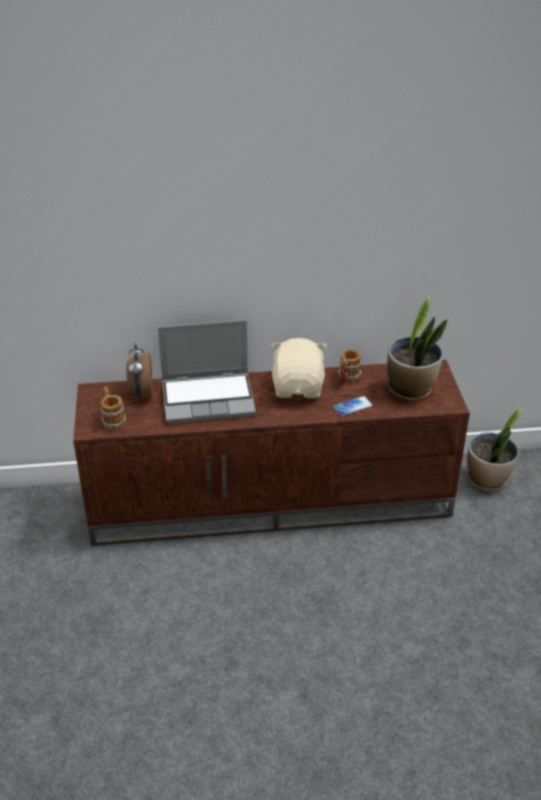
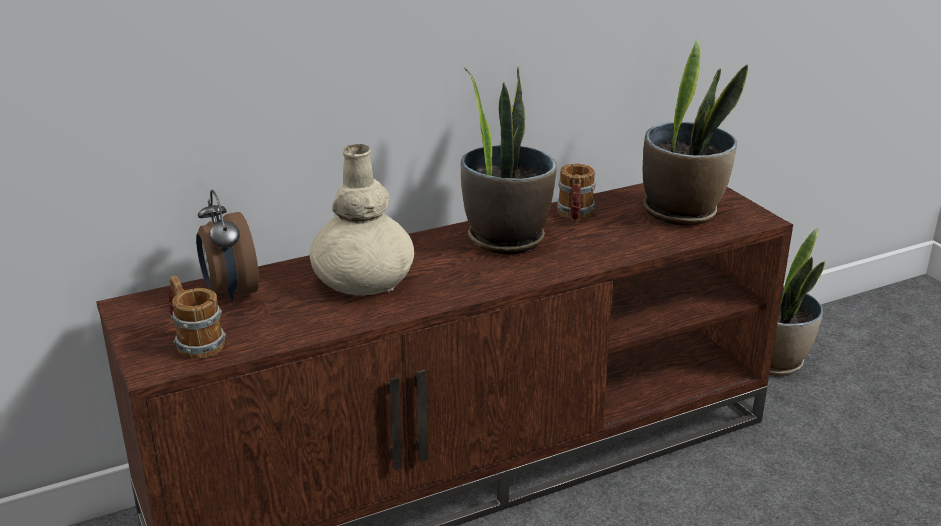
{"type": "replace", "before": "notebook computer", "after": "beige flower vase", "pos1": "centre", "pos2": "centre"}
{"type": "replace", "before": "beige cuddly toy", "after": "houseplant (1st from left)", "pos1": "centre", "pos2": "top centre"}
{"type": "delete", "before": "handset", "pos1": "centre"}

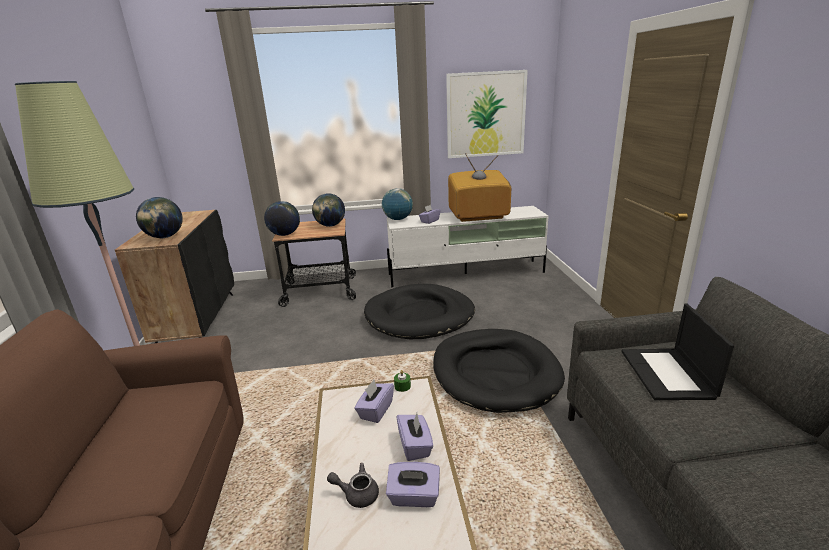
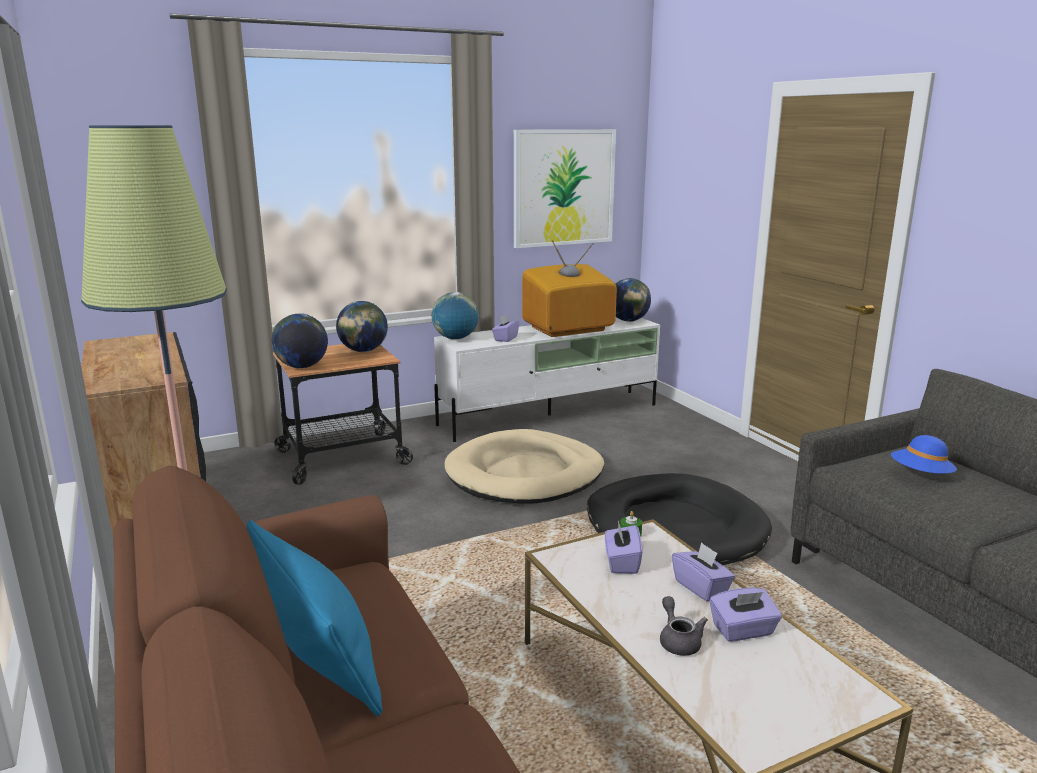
{"type": "insert", "after": "blue cushion", "pos2": "bottom left"}
{"type": "recolor", "before": "blackish pet bed (1st from left)", "after": "beige pet bed", "pos1": "centre", "pos2": "centre"}
{"type": "move", "before": "world globe (1st from left in the first image)", "after": "world globe (4th from left)", "pos1": "middle left", "pos2": "centre"}
{"type": "rotate", "before": "gray pot for tea", "pos1": "bottom centre", "pos2": "bottom centre", "turn": 90}
{"type": "replace", "before": "notebook computer", "after": "blue wearable hat", "pos1": "middle right", "pos2": "middle right"}

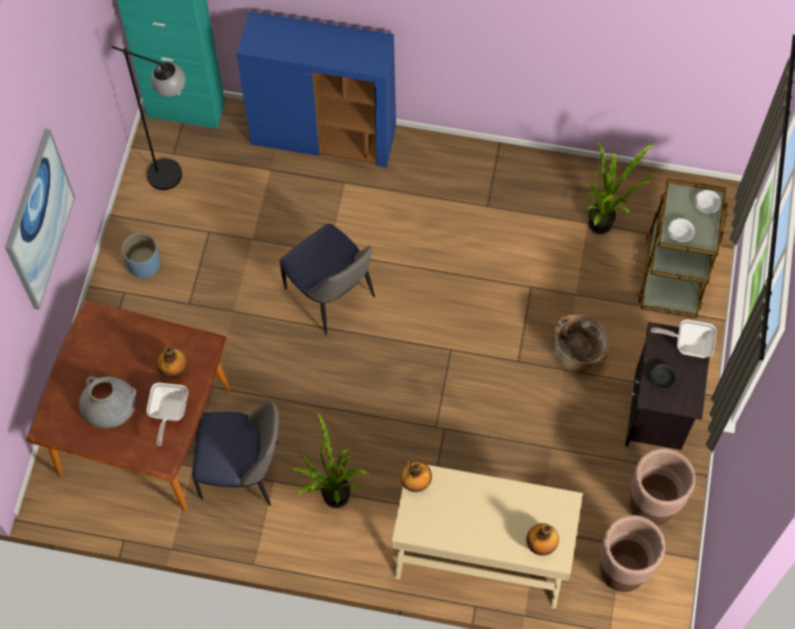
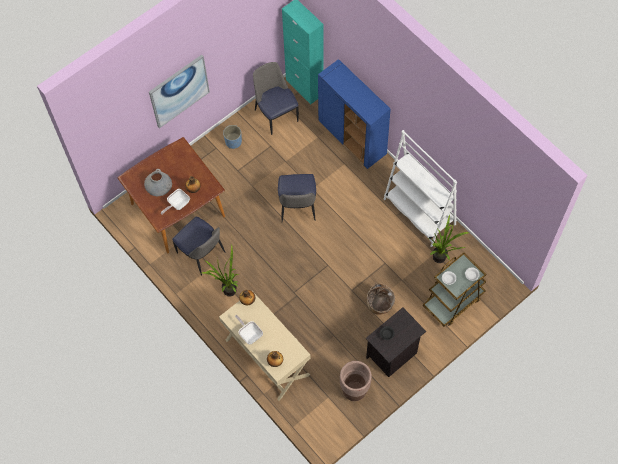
{"type": "move", "before": "pan (2nd from left)", "pos1": "middle right", "pos2": "bottom centre"}
{"type": "replace", "before": "blackish standard lamp", "after": "upright chair (2nd from left)", "pos1": "top left", "pos2": "top centre"}
{"type": "insert", "after": "white-coloured bookshelf", "pos2": "middle right"}
{"type": "delete", "before": "brown flower pot (1st from left)", "pos1": "bottom right"}

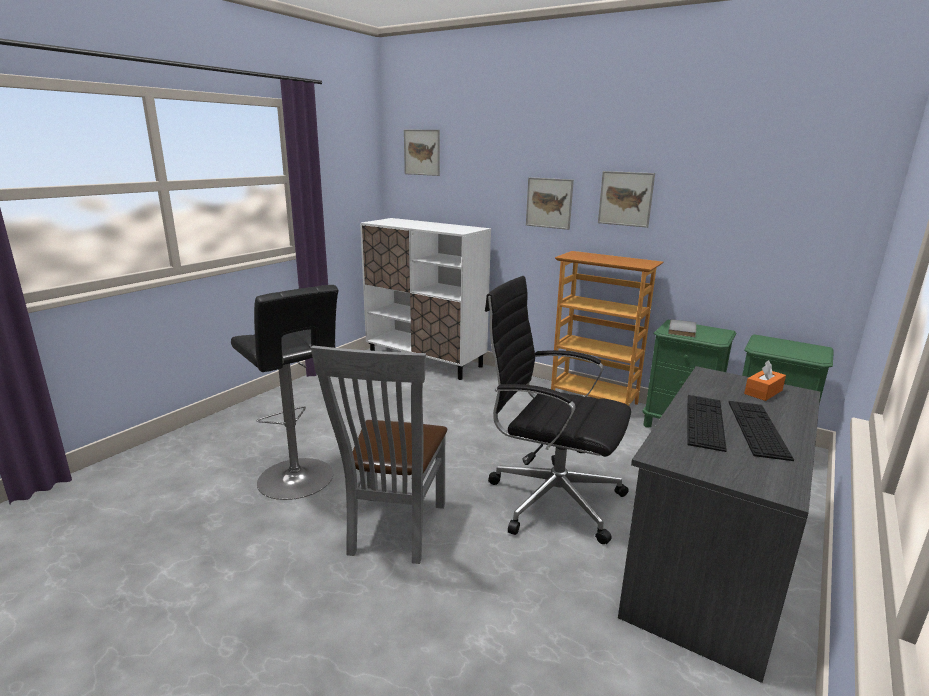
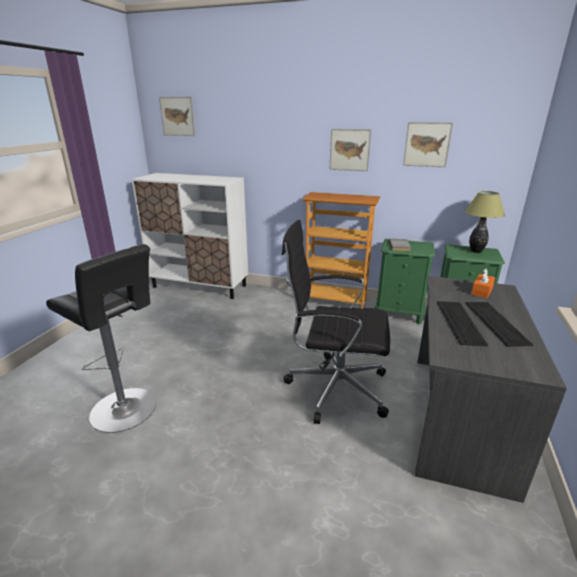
{"type": "move", "before": "wall art (2nd from left in the first image)", "after": "wall art (3rd from left)", "pos1": "top centre", "pos2": "top right"}
{"type": "insert", "after": "table lamp", "pos2": "middle right"}
{"type": "delete", "before": "gray upright chair", "pos1": "centre"}

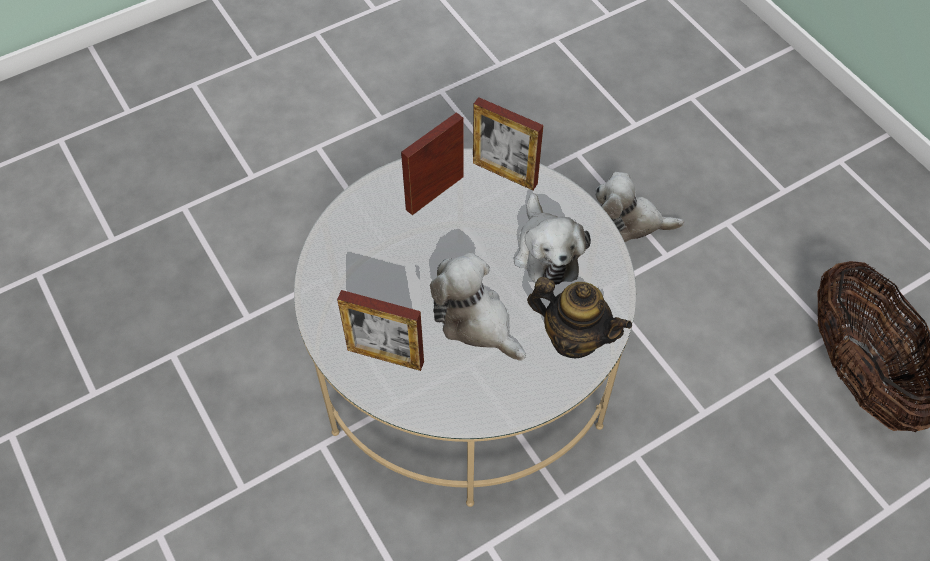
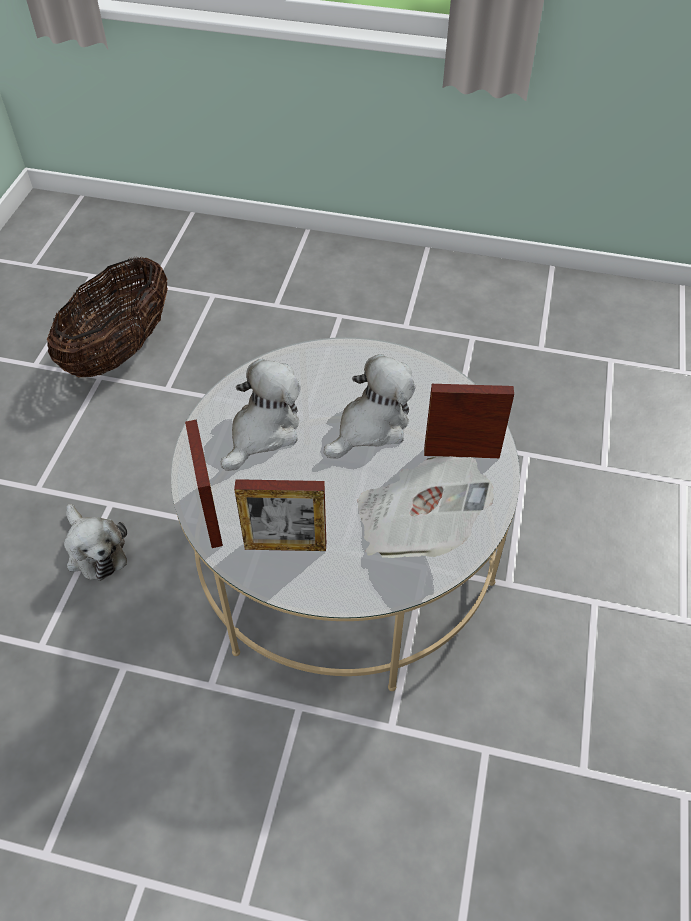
{"type": "rotate", "before": "cuddly toy (1st from left in the first image)", "pos1": "centre", "pos2": "centre", "turn": -135}
{"type": "insert", "after": "newspaper", "pos2": "centre"}
{"type": "rotate", "before": "picture frame (1st from left in the first image)", "pos1": "centre", "pos2": "middle right", "turn": -60}
{"type": "delete", "before": "pot for tea", "pos1": "centre"}

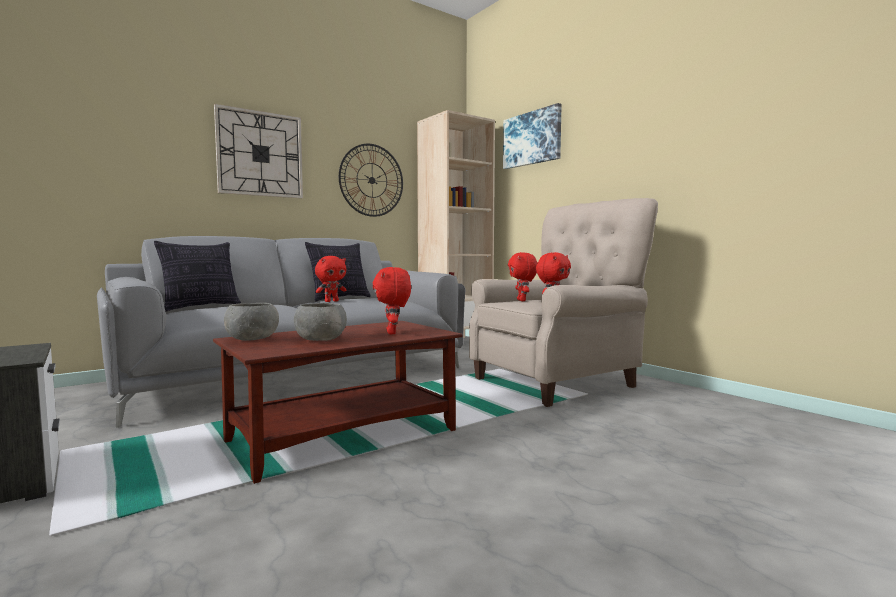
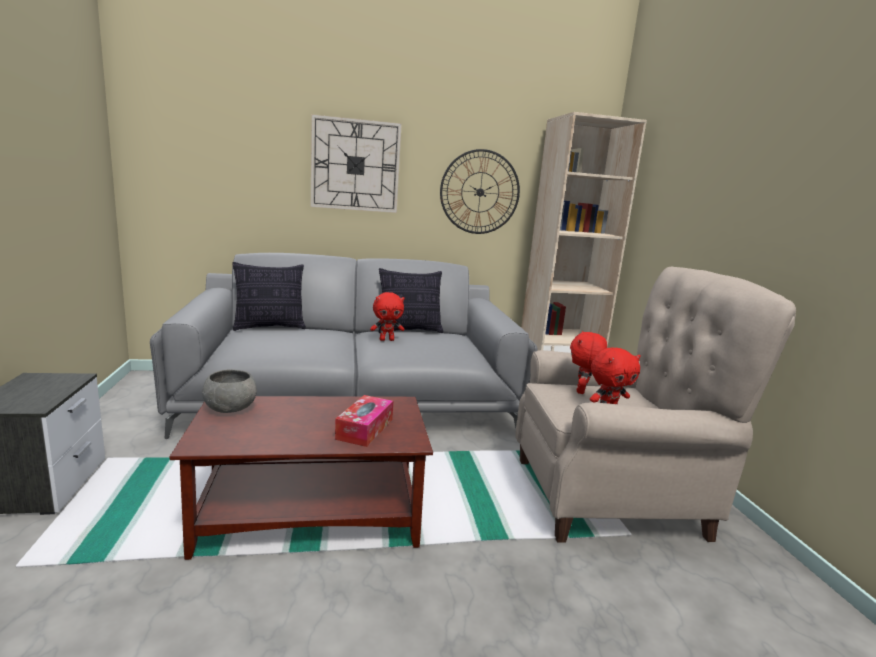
{"type": "replace", "before": "red cuddly toy (2nd from left)", "after": "tissue box", "pos1": "centre", "pos2": "centre"}
{"type": "delete", "before": "gray bowl (2nd from left)", "pos1": "centre"}
{"type": "delete", "before": "wall art", "pos1": "top centre"}

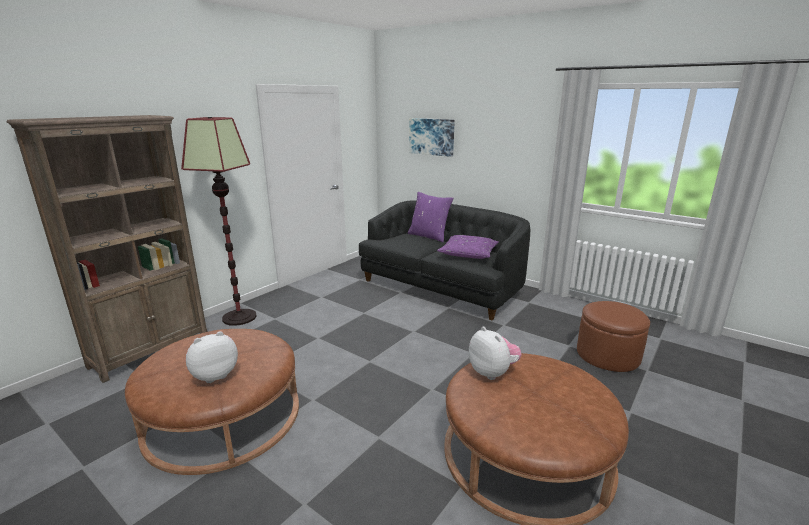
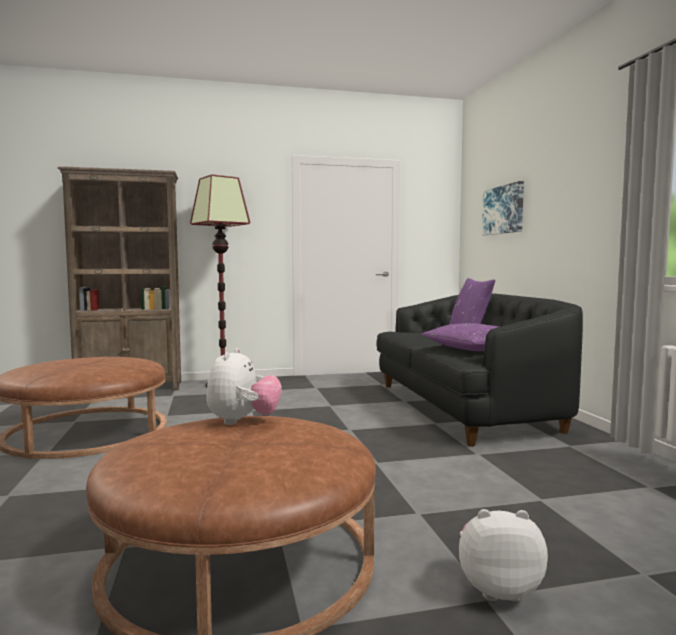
{"type": "move", "before": "cuddly toy (1st from left in the first image)", "after": "cuddly toy (2nd from left)", "pos1": "bottom left", "pos2": "bottom right"}
{"type": "delete", "before": "brown ottoman (3rd from left)", "pos1": "middle right"}

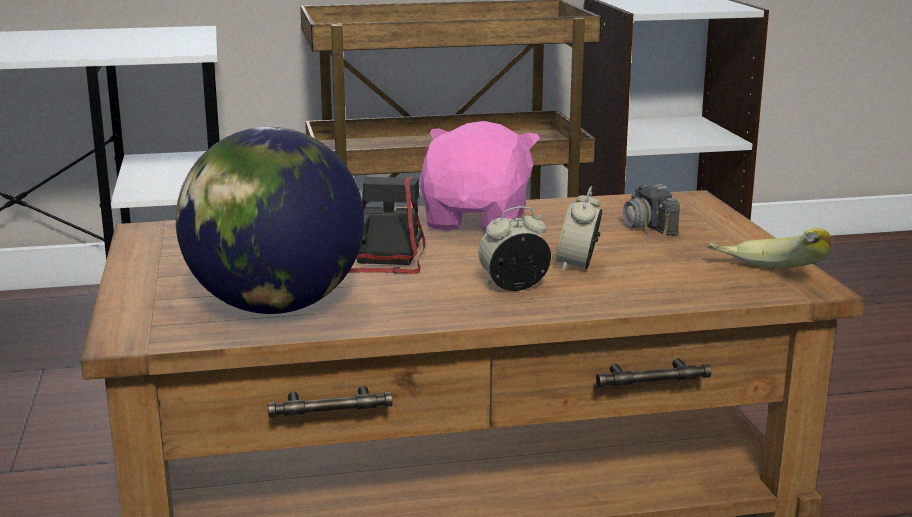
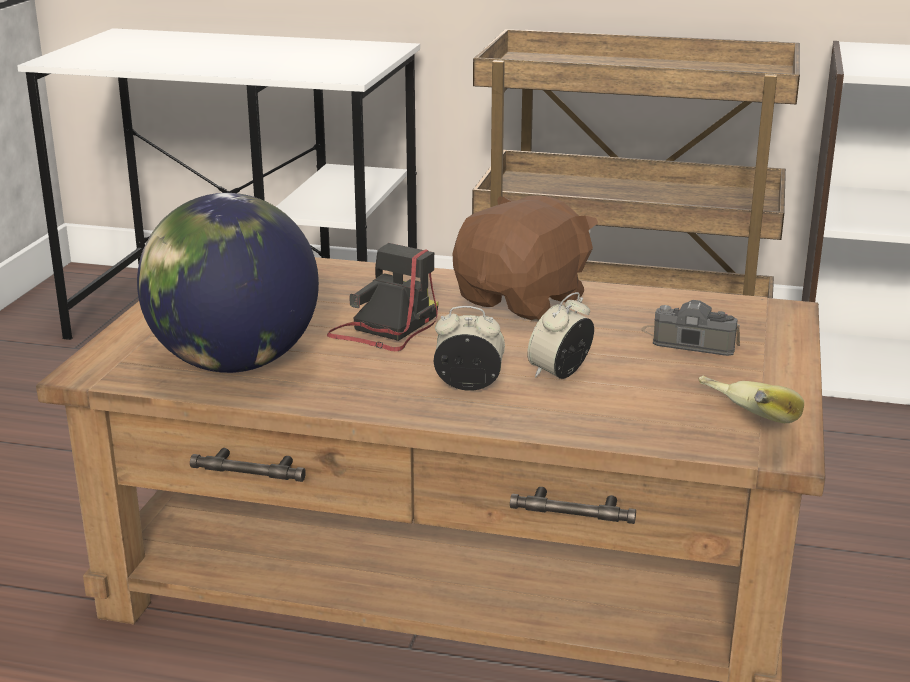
{"type": "recolor", "before": "pinkish cuddly toy", "after": "brown cuddly toy", "pos1": "centre", "pos2": "centre"}
{"type": "rotate", "before": "still camera (2nd from left)", "pos1": "middle right", "pos2": "middle right", "turn": 105}

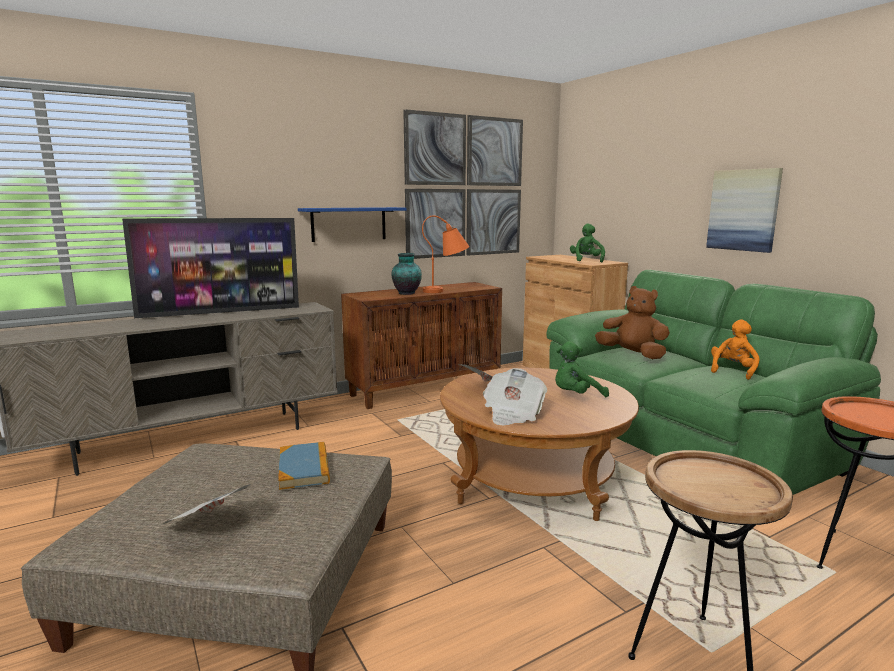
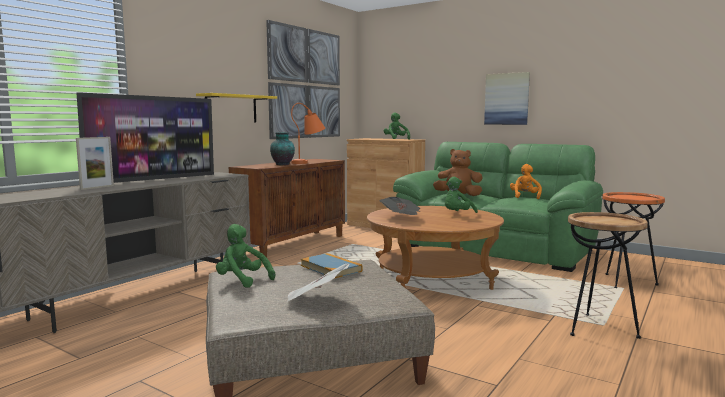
{"type": "insert", "after": "picture frame", "pos2": "middle left"}
{"type": "recolor", "before": "blue bracket shelf", "after": "yellow-coloured bracket shelf", "pos1": "centre", "pos2": "top left"}
{"type": "insert", "after": "greenish cuddly toy (1st from left)", "pos2": "centre"}
{"type": "delete", "before": "newspaper (3rd from left)", "pos1": "centre"}

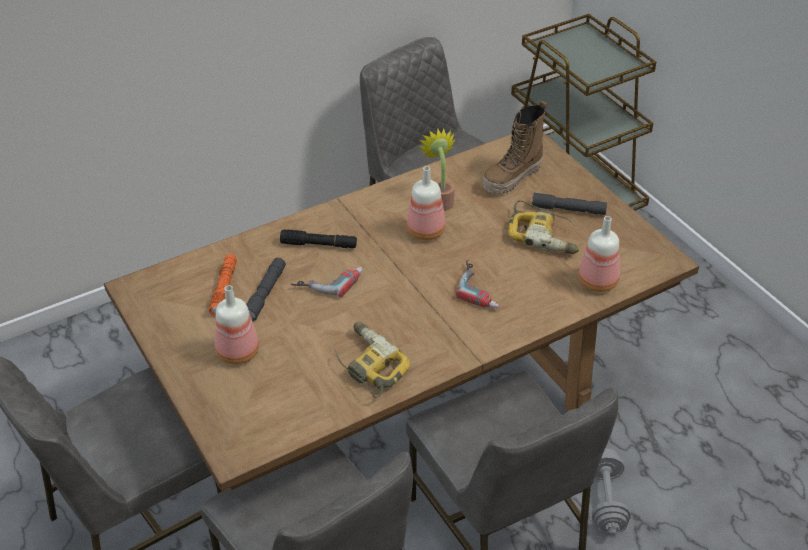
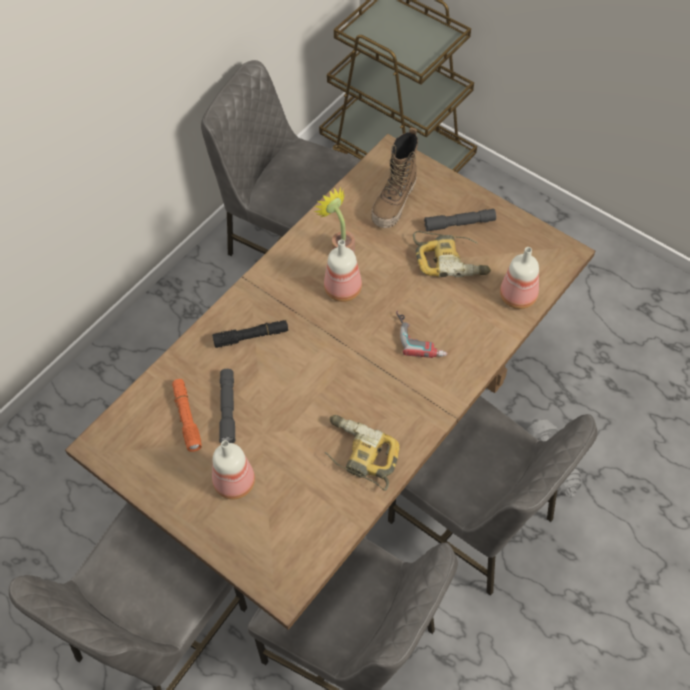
{"type": "delete", "before": "drill (1st from left)", "pos1": "centre"}

